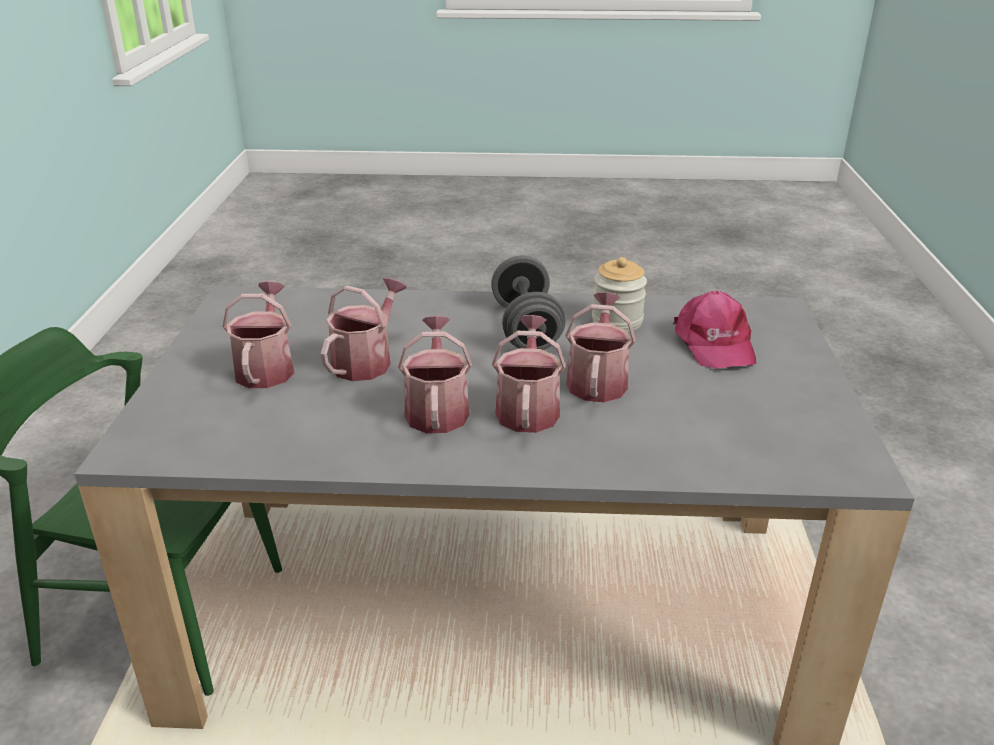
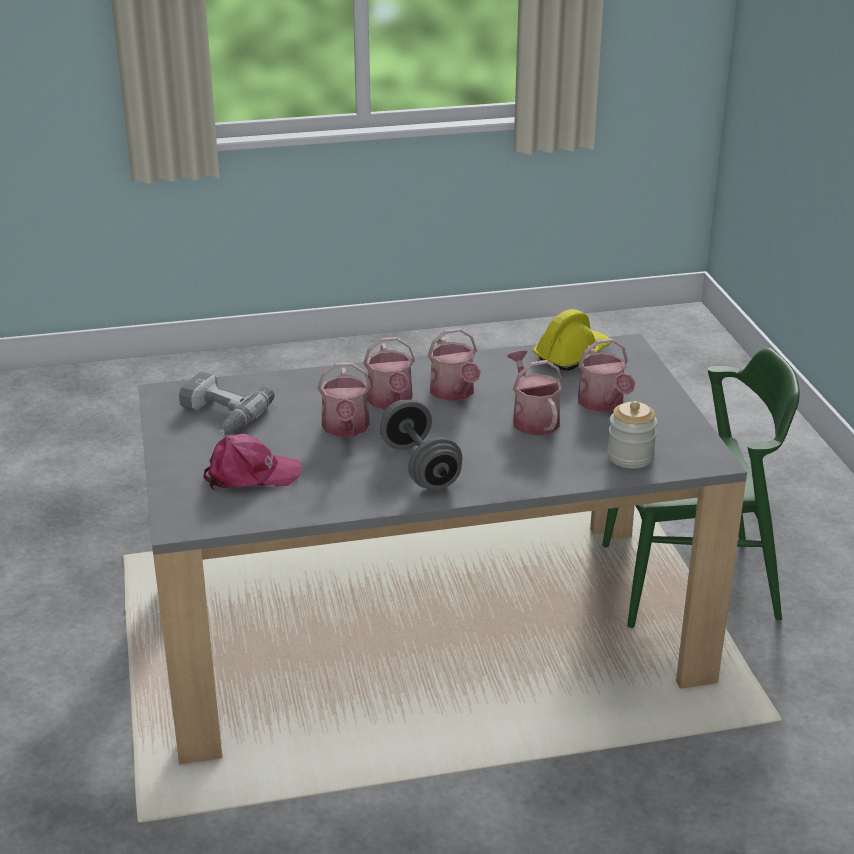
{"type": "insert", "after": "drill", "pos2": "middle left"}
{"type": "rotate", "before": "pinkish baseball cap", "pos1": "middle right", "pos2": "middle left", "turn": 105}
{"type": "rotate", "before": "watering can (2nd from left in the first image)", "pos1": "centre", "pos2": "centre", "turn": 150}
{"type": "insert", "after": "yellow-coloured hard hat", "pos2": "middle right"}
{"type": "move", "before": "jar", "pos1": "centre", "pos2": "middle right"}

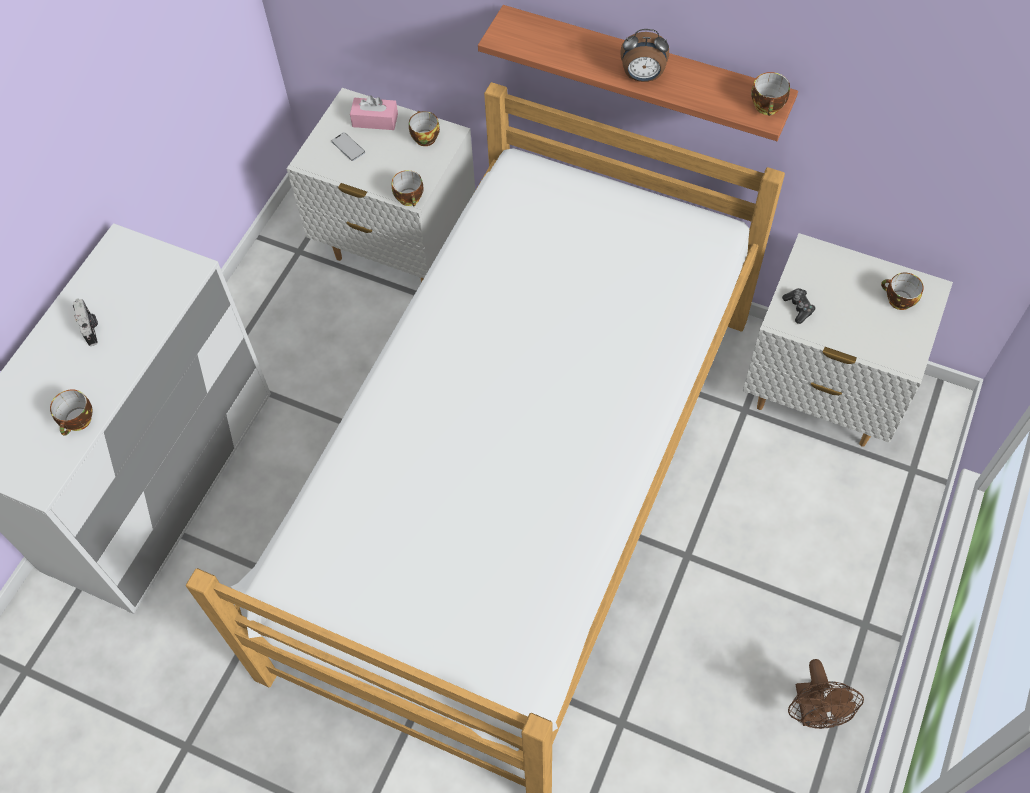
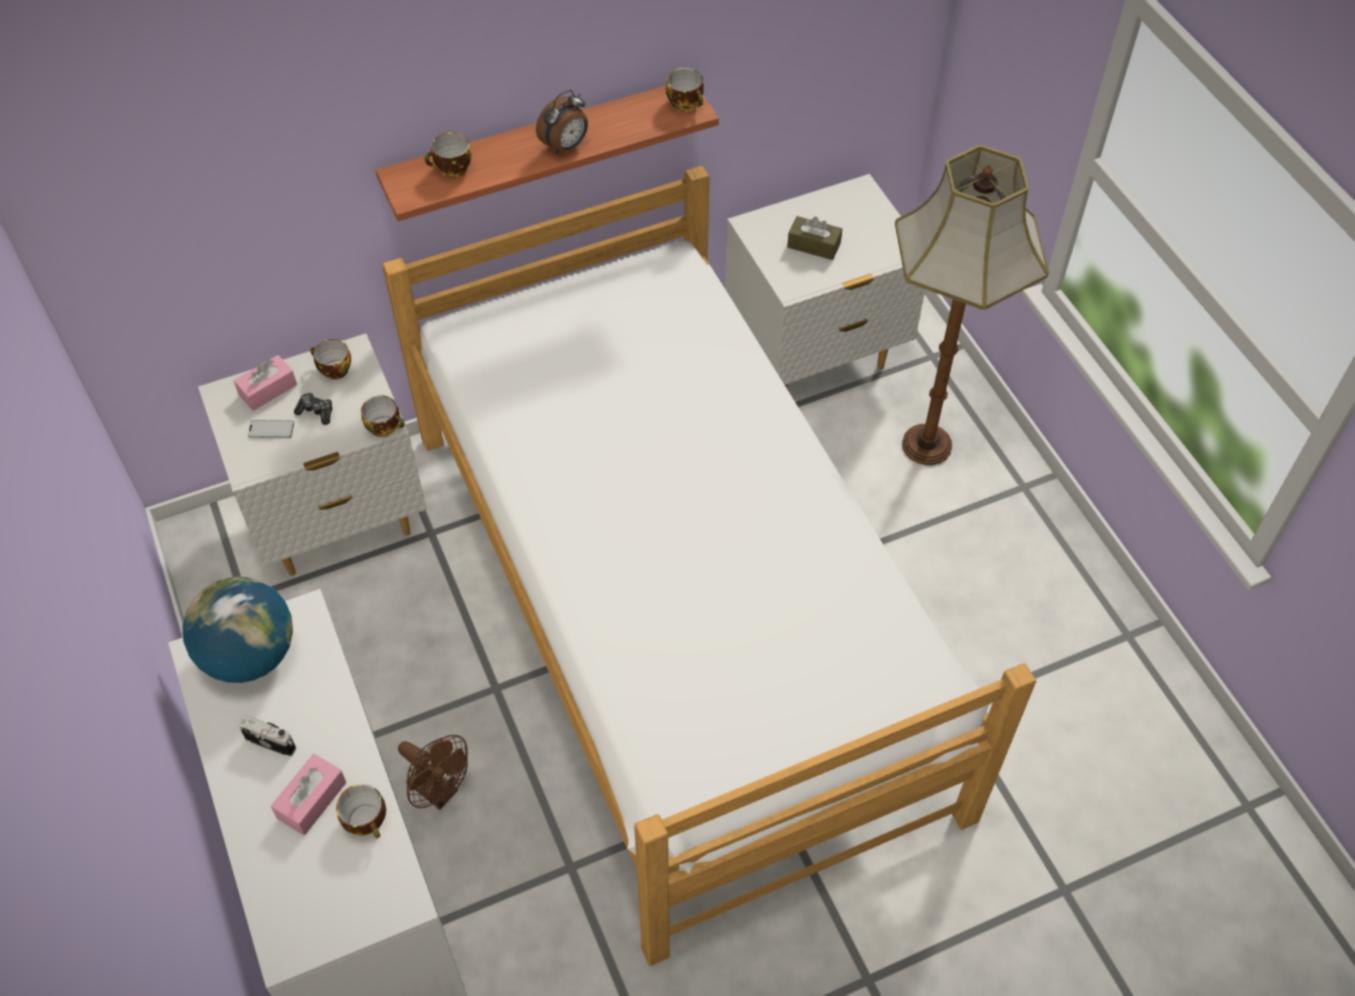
{"type": "insert", "after": "world globe", "pos2": "middle left"}
{"type": "insert", "after": "pinkish tissue box (2nd from left)", "pos2": "bottom left"}
{"type": "move", "before": "joypad", "pos1": "middle right", "pos2": "middle left"}
{"type": "move", "before": "brown fan", "pos1": "bottom right", "pos2": "bottom left"}
{"type": "move", "before": "drinking cup (5th from left in the first image)", "after": "drinking cup (4th from left)", "pos1": "middle right", "pos2": "top left"}
{"type": "insert", "after": "brown tissue box", "pos2": "top centre"}
{"type": "insert", "after": "standard lamp", "pos2": "top right"}

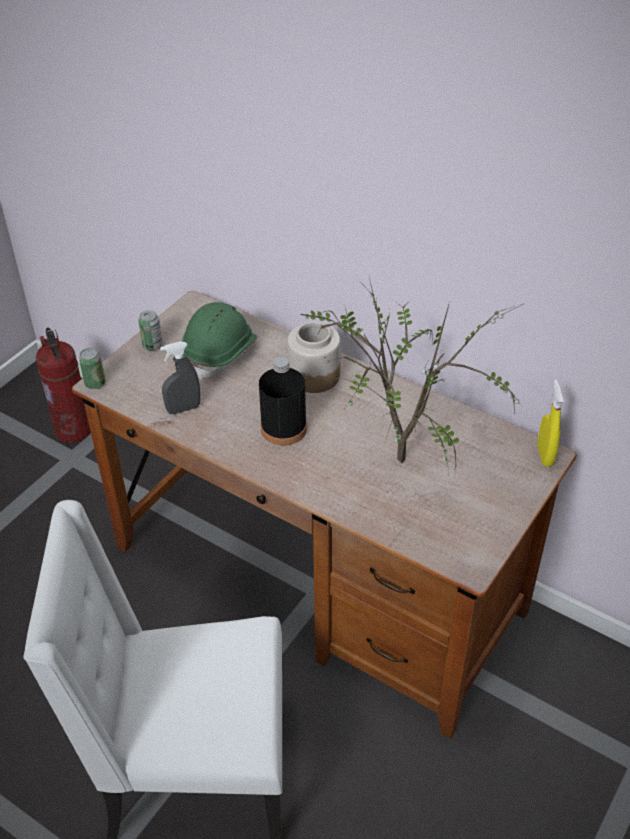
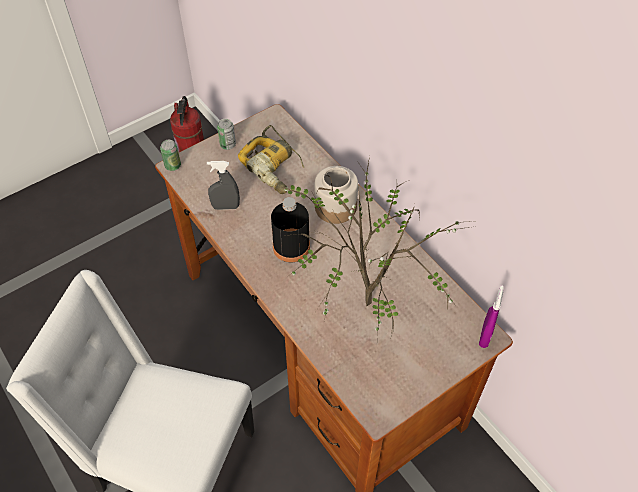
{"type": "replace", "before": "greenish hard hat", "after": "drill", "pos1": "centre", "pos2": "top centre"}
{"type": "recolor", "before": "yellow-coloured spray bottle", "after": "purple-coloured spray bottle", "pos1": "middle right", "pos2": "middle right"}

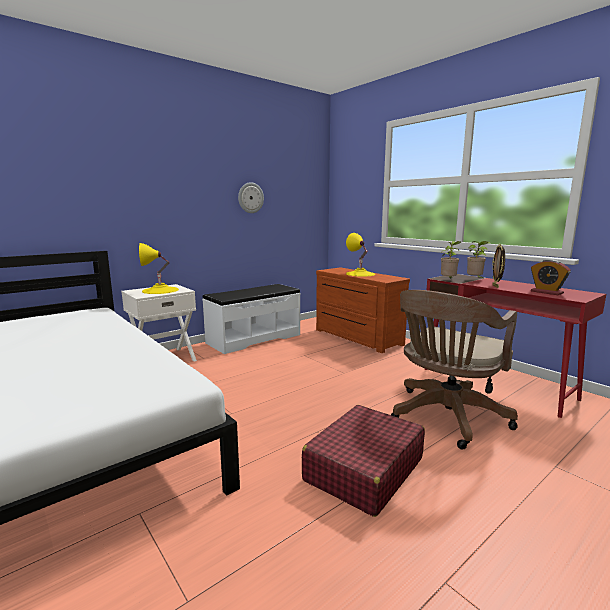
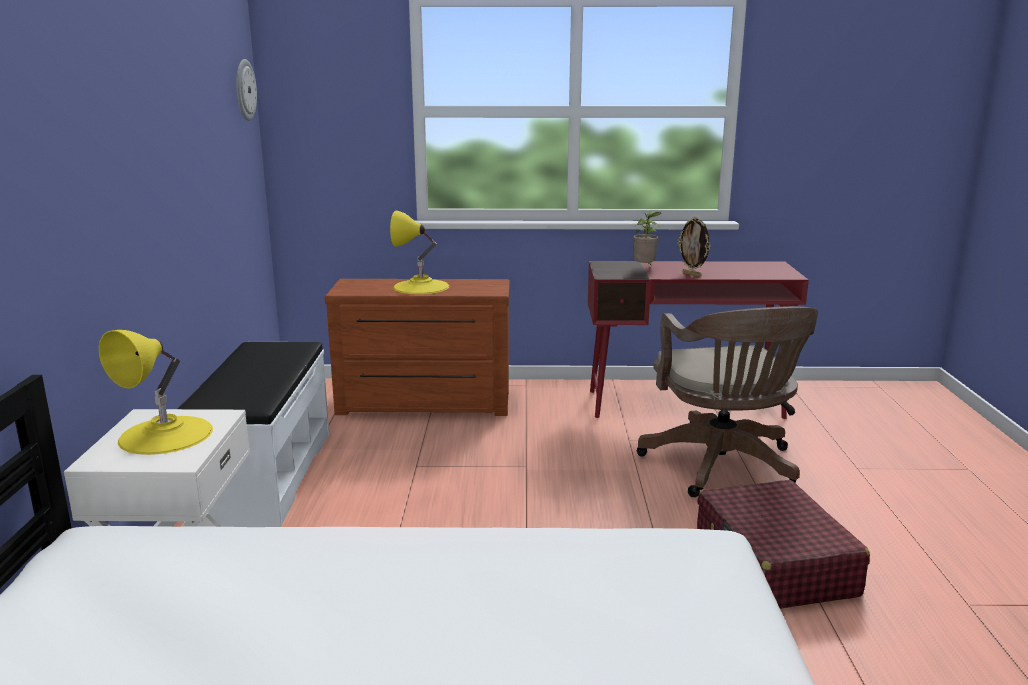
{"type": "move", "before": "hanging clock", "pos1": "top centre", "pos2": "top left"}
{"type": "delete", "before": "houseplant (1st from left)", "pos1": "middle right"}
{"type": "delete", "before": "alarm clock", "pos1": "middle right"}

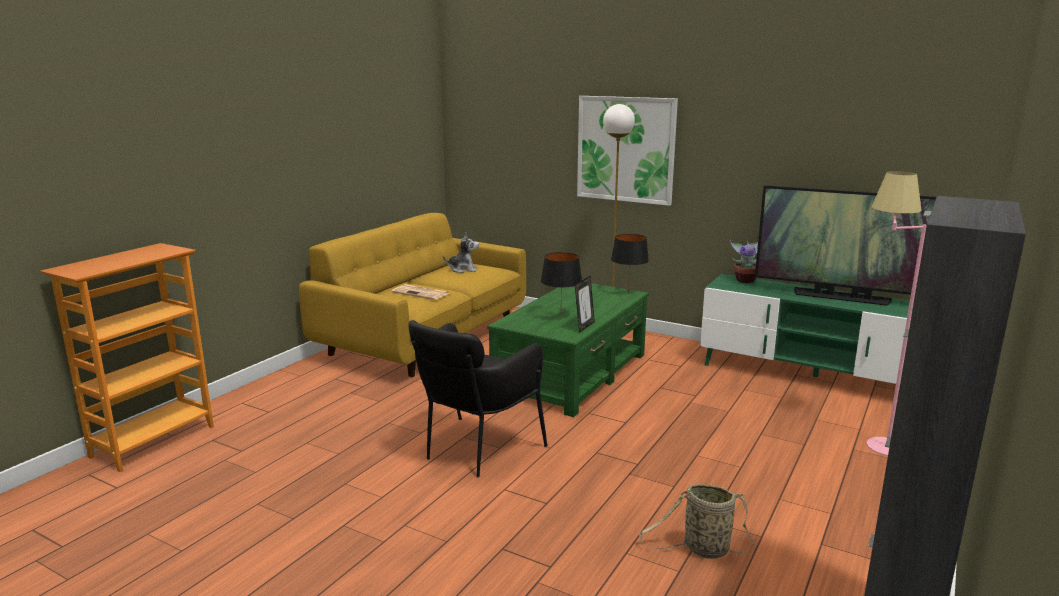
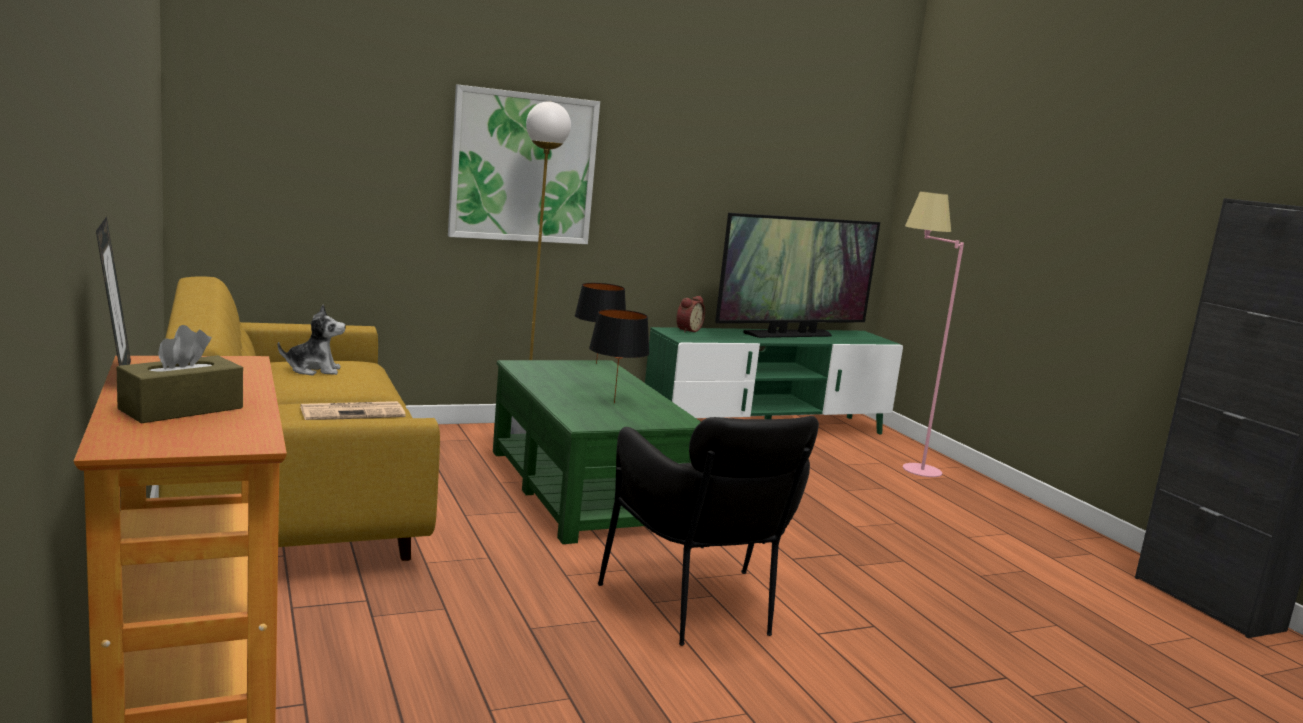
{"type": "move", "before": "picture frame", "pos1": "centre", "pos2": "middle left"}
{"type": "insert", "after": "brown tissue box", "pos2": "middle left"}
{"type": "rotate", "before": "cuddly toy", "pos1": "centre", "pos2": "middle left", "turn": 45}
{"type": "replace", "before": "houseplant", "after": "alarm clock", "pos1": "middle right", "pos2": "centre"}
{"type": "delete", "before": "basket", "pos1": "bottom centre"}

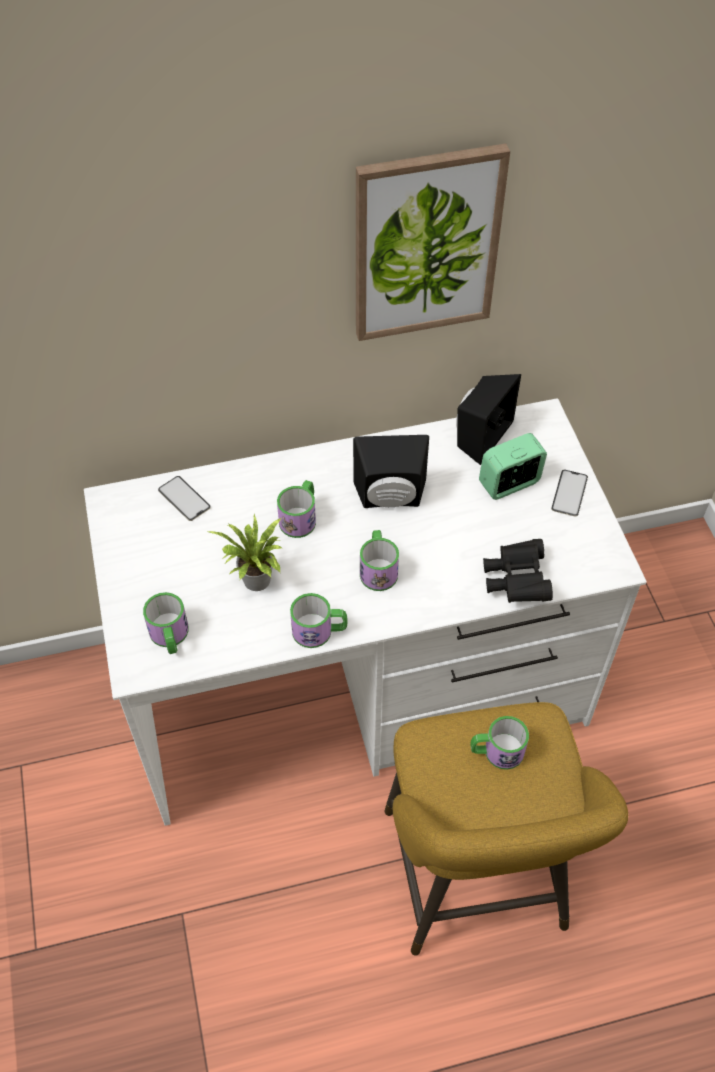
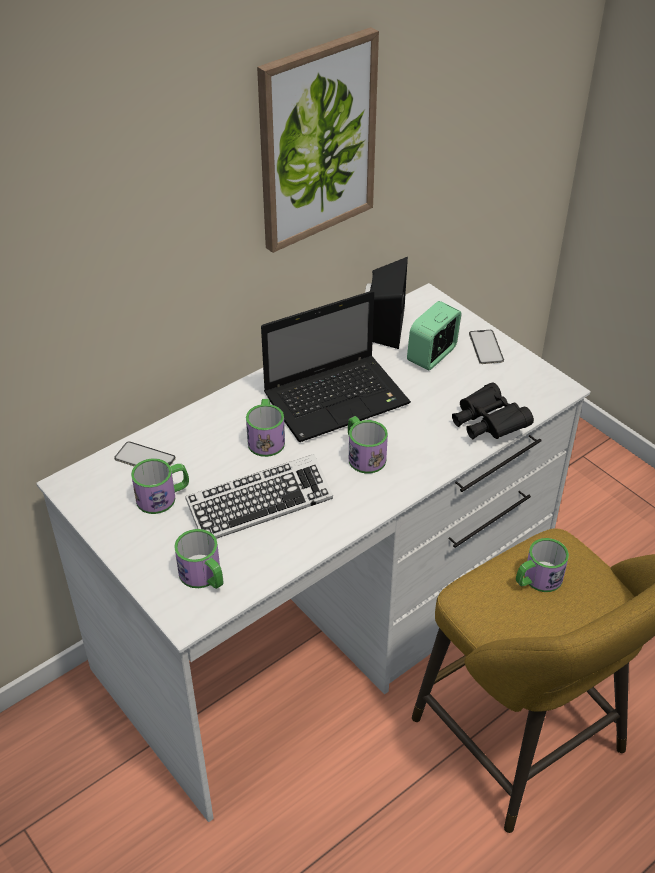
{"type": "move", "before": "mug (3rd from left in the first image)", "after": "mug (1st from left)", "pos1": "centre", "pos2": "middle left"}
{"type": "replace", "before": "houseplant", "after": "computer keyboard", "pos1": "centre", "pos2": "centre"}
{"type": "replace", "before": "blackish loudspeaker (1st from left)", "after": "notebook computer", "pos1": "centre", "pos2": "centre"}

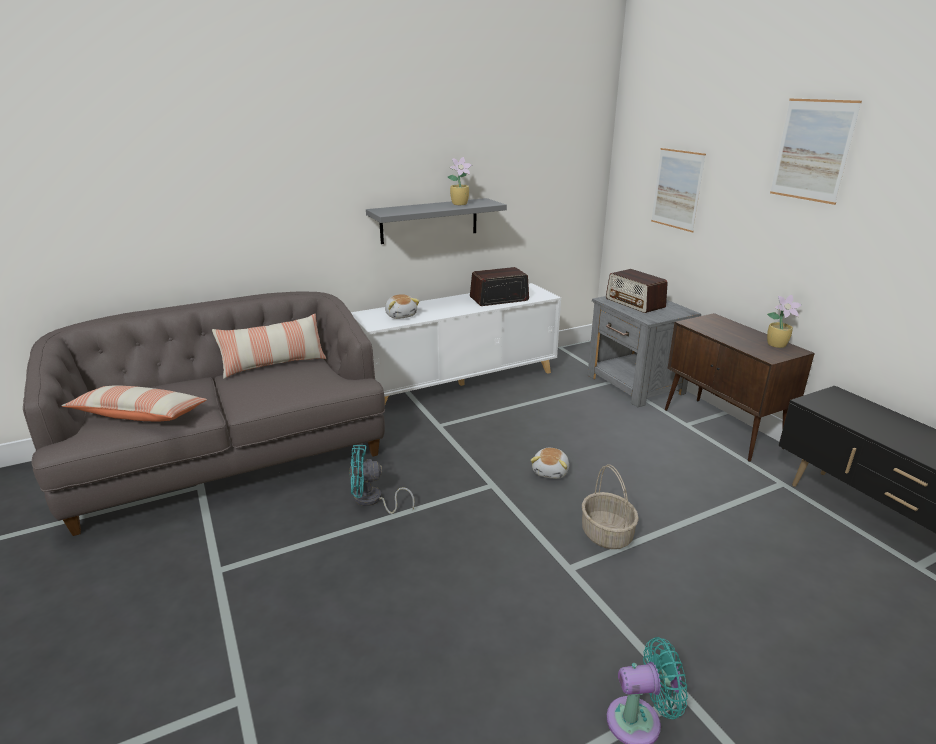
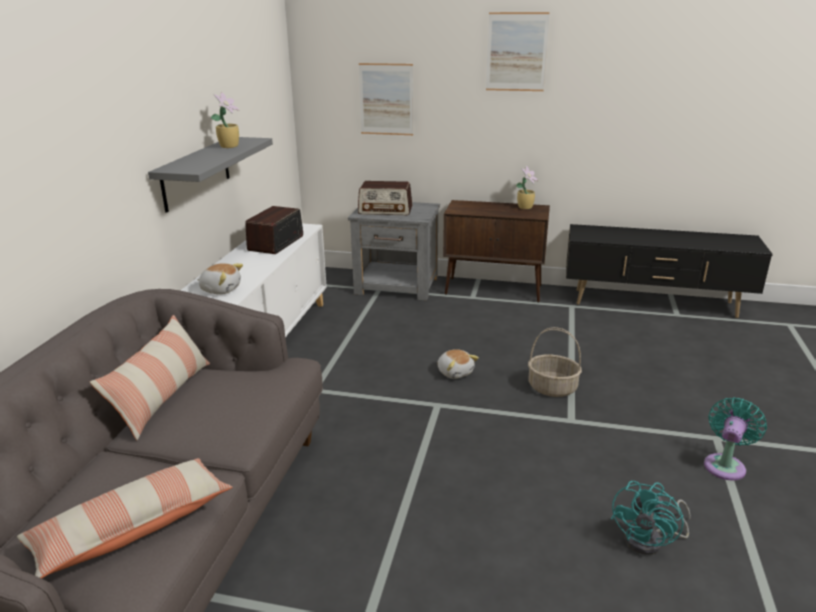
{"type": "move", "before": "turquoise fan (1st from left)", "pos1": "centre", "pos2": "bottom right"}

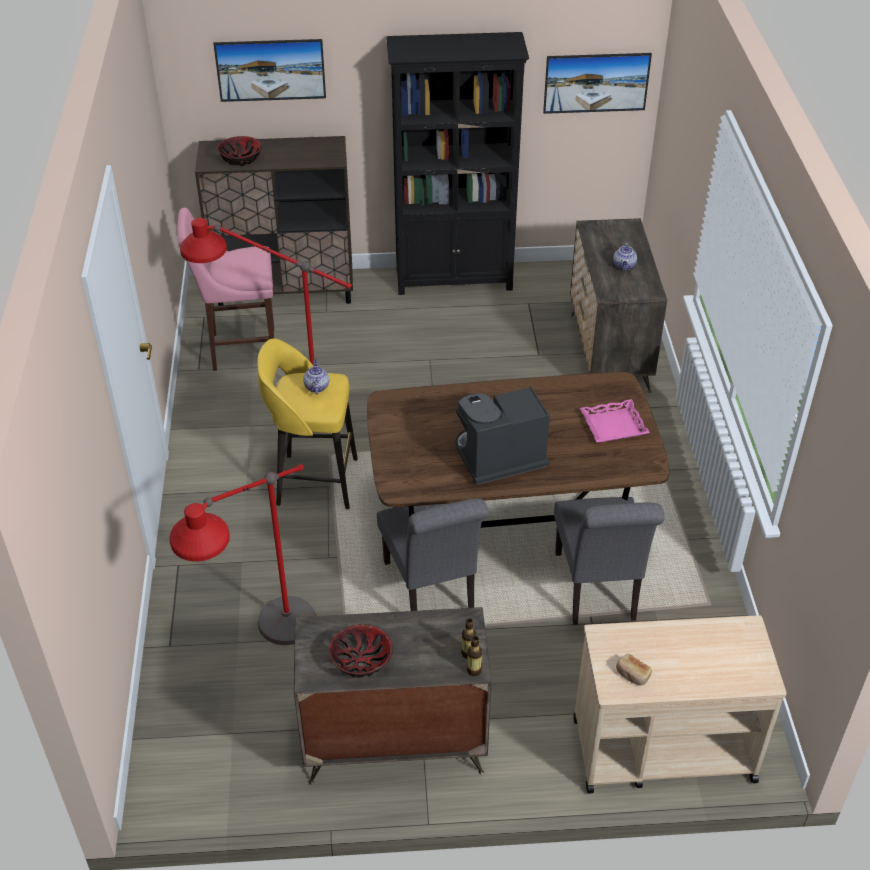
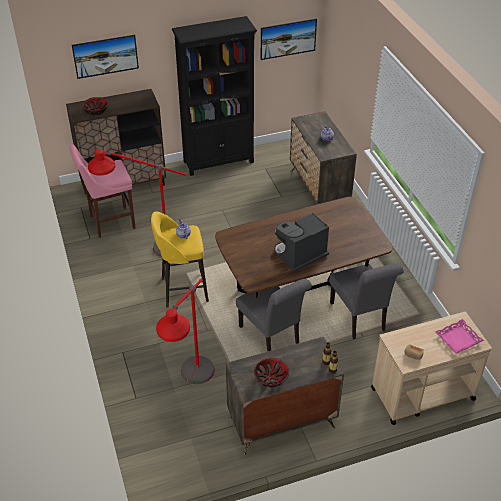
{"type": "move", "before": "pinkish tray", "pos1": "middle right", "pos2": "bottom right"}

